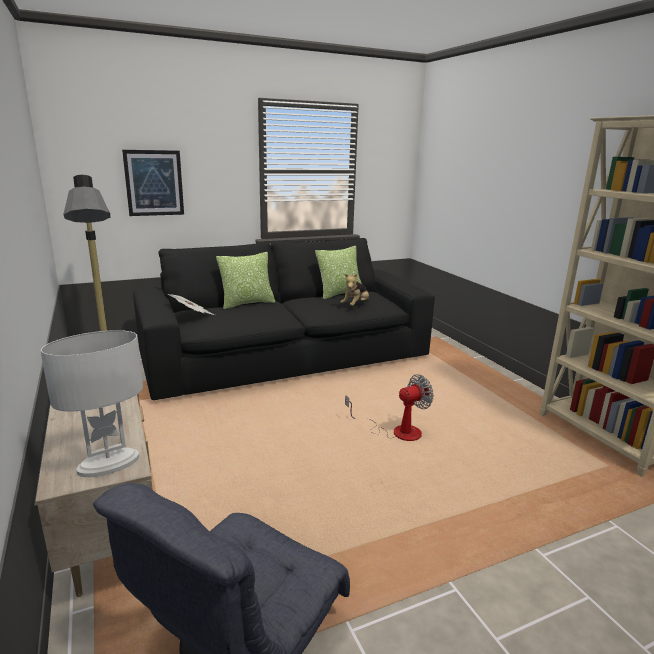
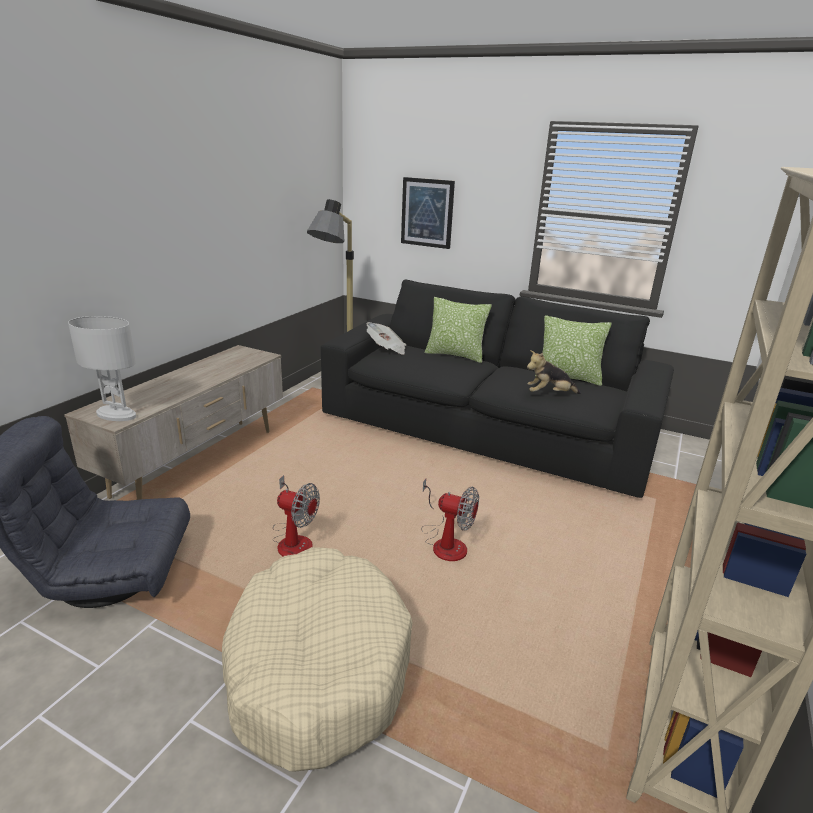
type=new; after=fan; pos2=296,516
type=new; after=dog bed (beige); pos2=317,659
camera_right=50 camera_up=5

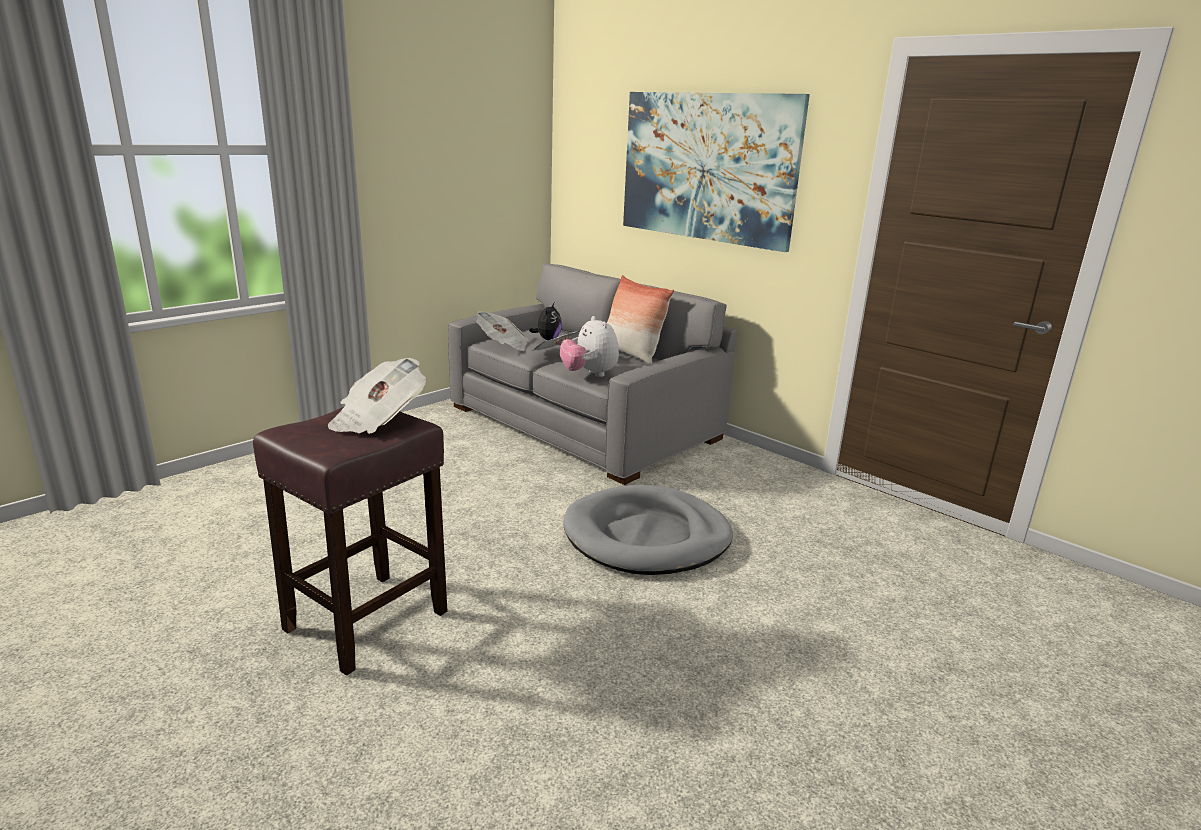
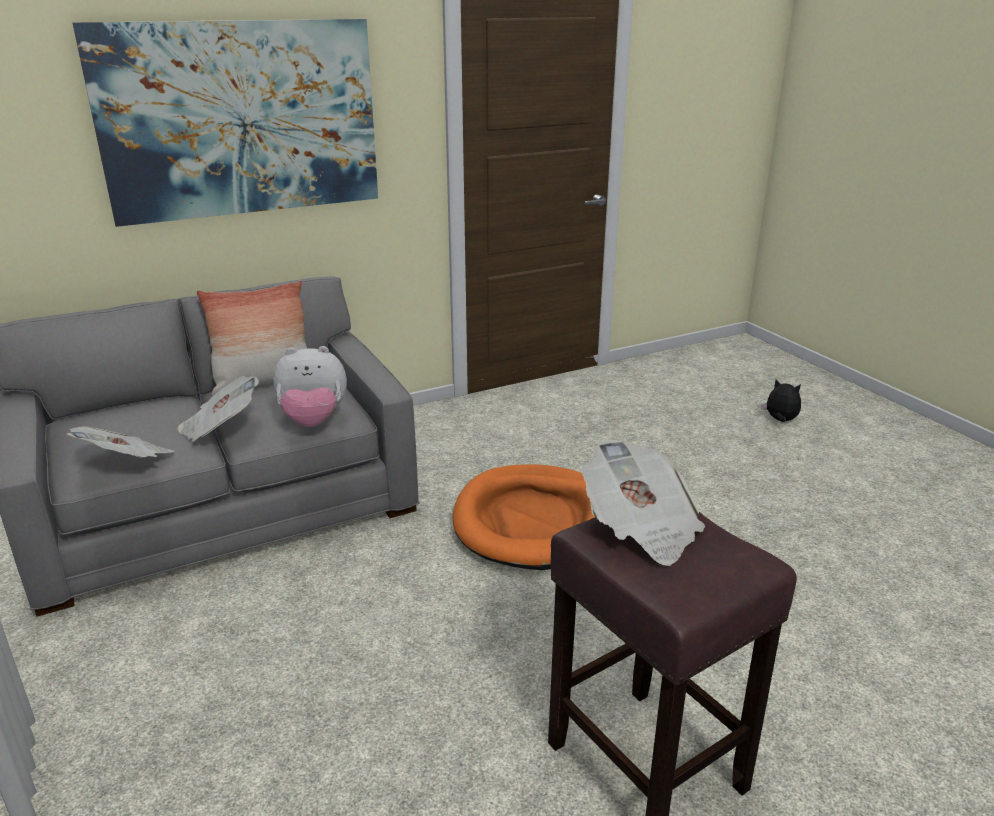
type=shifted; before=plush toy; pos1=545,321; pos2=781,400
type=repainted; before=dog bed (grey); after=dog bed (orange); pos1=648,530; pos2=524,517
camera_right=-70 camera_up=5

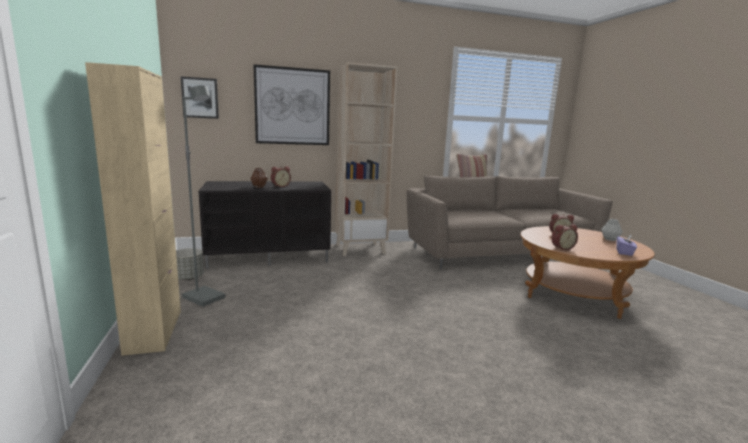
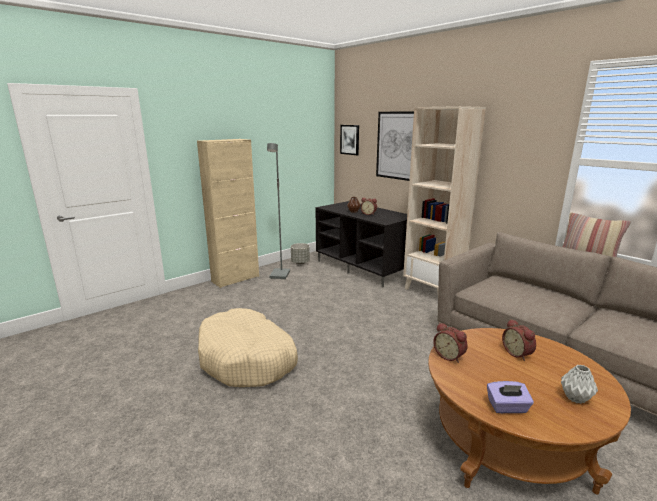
type=new; after=dog bed (beige); pos2=248,347
camera_right=65 camera_up=5

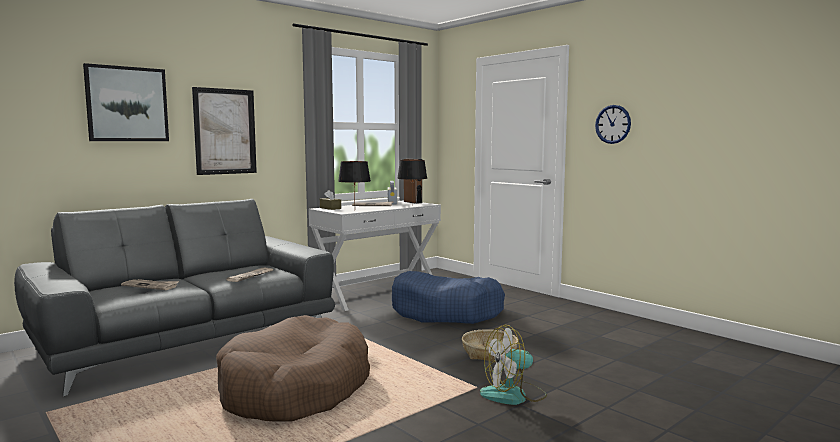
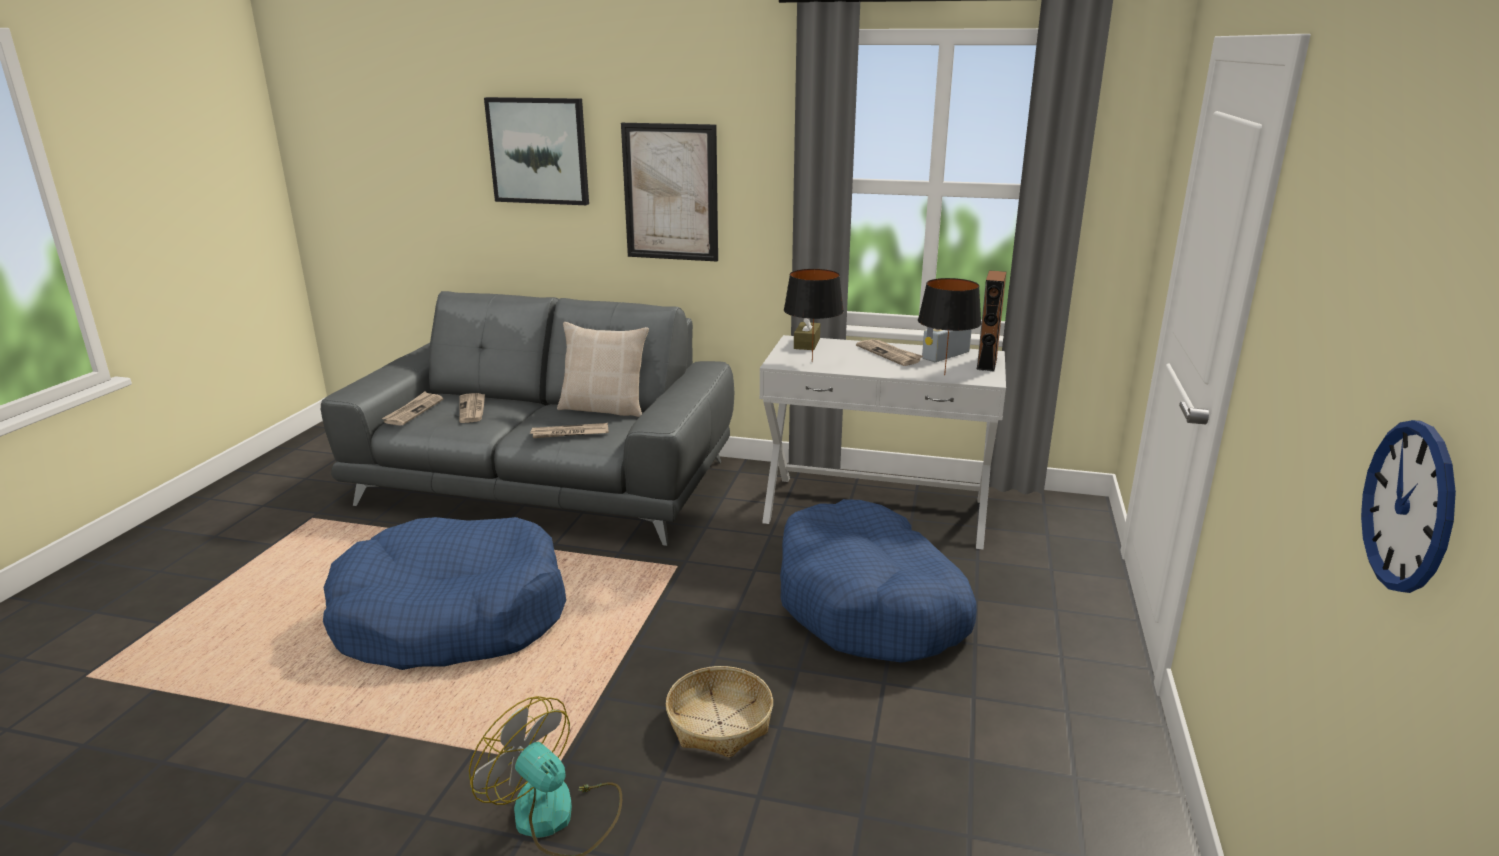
type=shifted; before=wall clock; pos1=613,124; pos2=1408,506
type=repainted; before=dog bed (brown); after=dog bed (blue); pos1=293,368; pos2=444,593
type=new; after=pillow (beige); pos2=603,369
type=new; after=newspaper; pos2=412,409
camera_right=55 camera_up=15

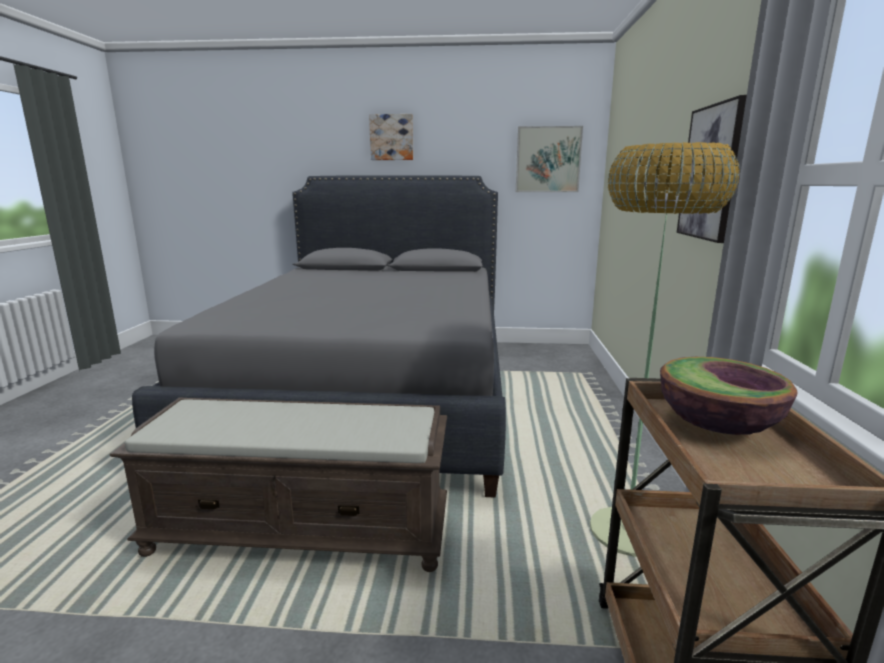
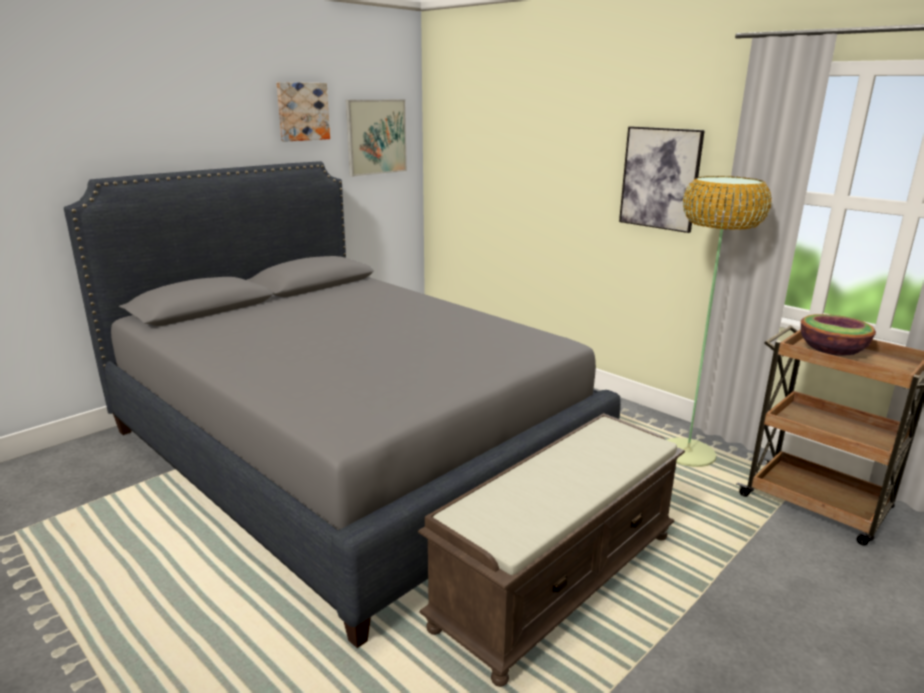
type=shifted; before=picture; pos1=391,137; pos2=303,112
camera_right=-50 camera_up=5

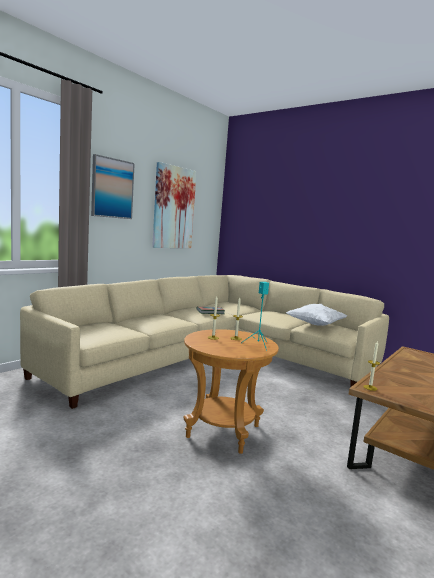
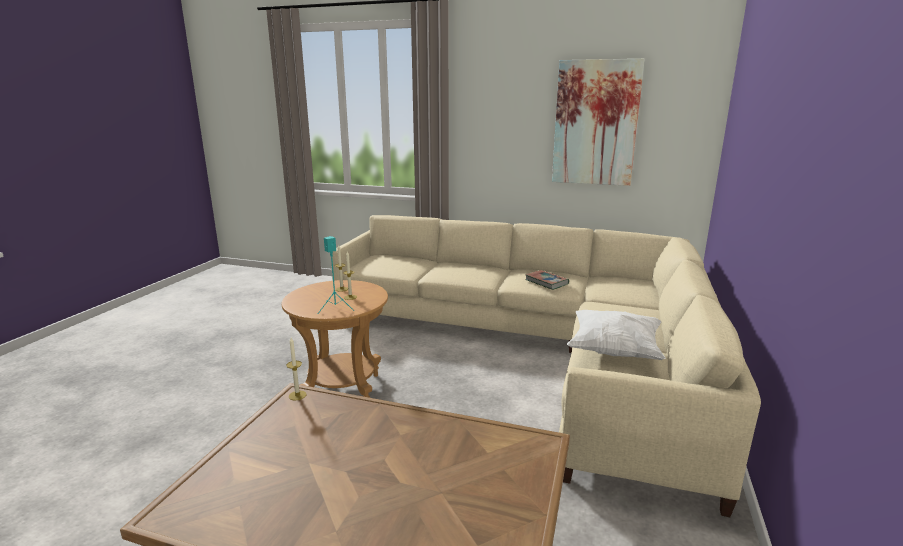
type=gone; before=picture; pos1=113,186
camera_right=70 camera_up=10

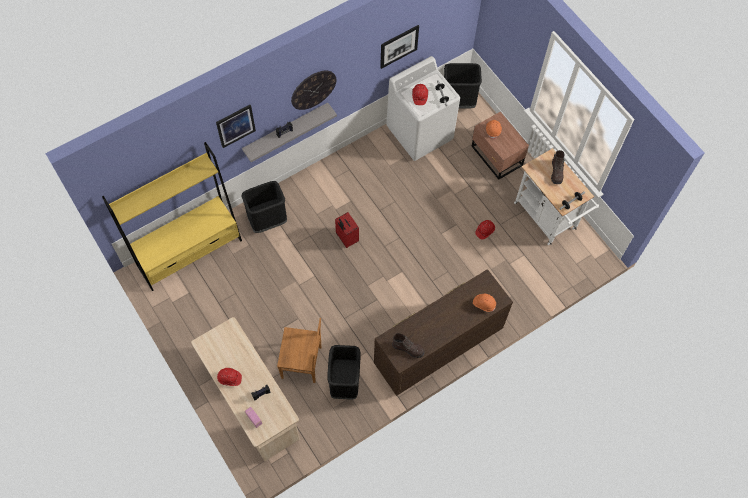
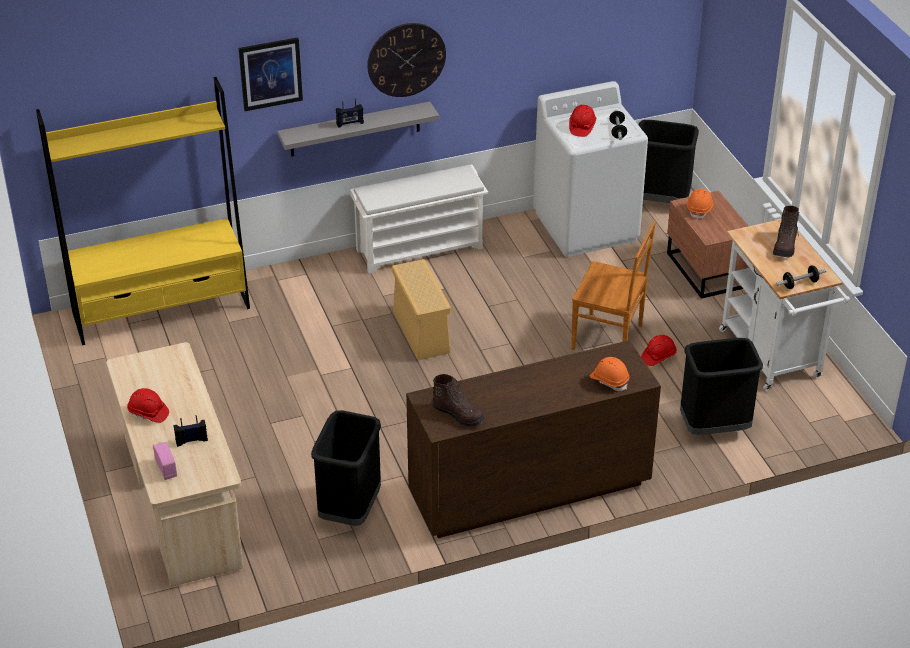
type=gone; before=picture; pos1=399,47
type=shifted; before=trash can (black); pos1=264,207; pos2=721,386
type=swapped; before=suitcase (red); after=storage box (beige); pos1=347,230; pos2=421,309
type=shifted; before=chair (brown); pos1=299,350; pos2=613,285
type=new; after=shoe rack (white); pos2=419,219
camera_right=15 camera_up=-25

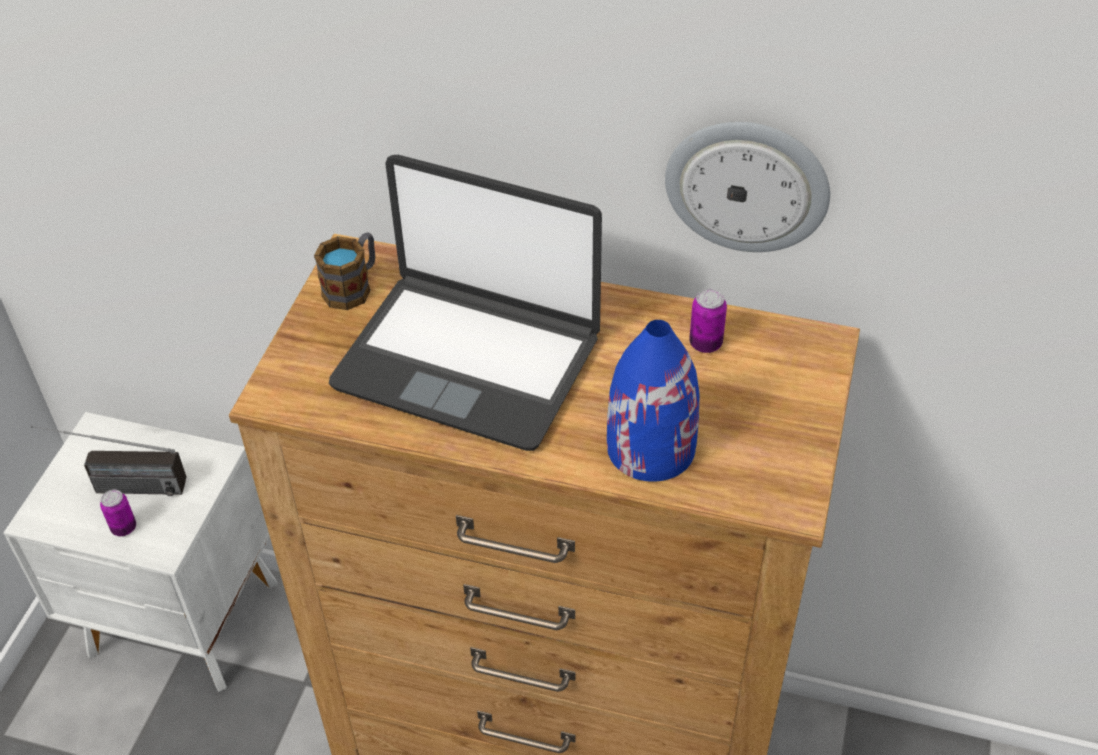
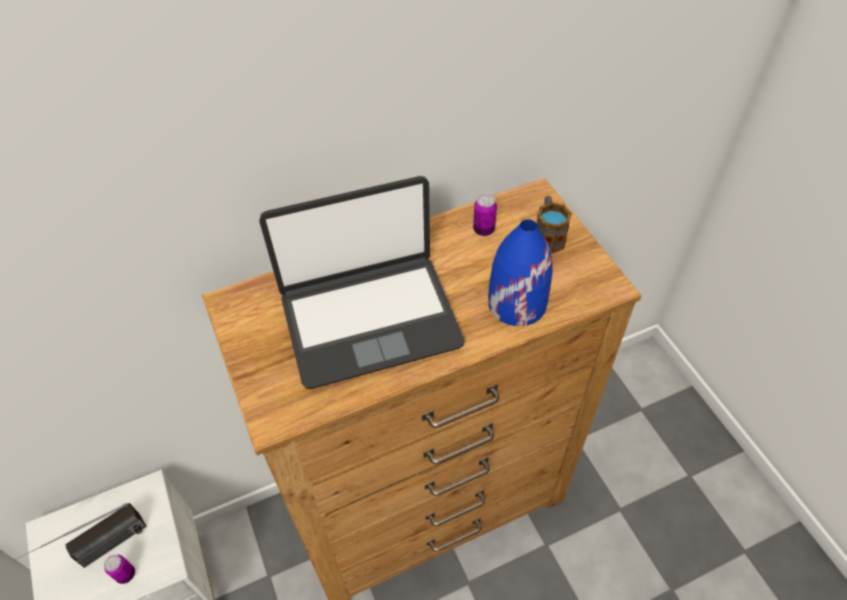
type=gone; before=wall clock; pos1=747,187
type=shifted; before=mug; pos1=344,271; pos2=554,224
camera_right=-40 camera_up=5

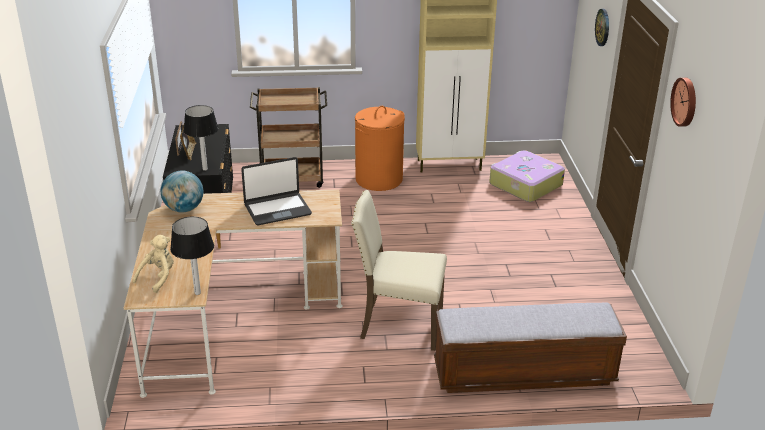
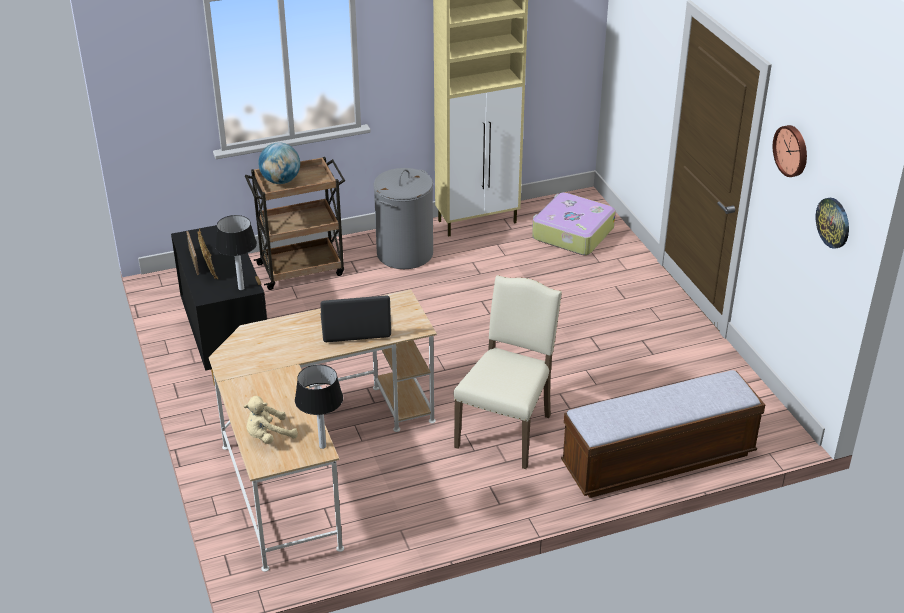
type=shifted; before=wall clock; pos1=602,27; pos2=832,223
type=repainted; before=laundry basket (orange); after=laundry basket (grey); pos1=380,148; pos2=403,218
type=rotated; before=laptop; pos1=276,191; pos2=355,318; turn=-150
type=shifted; before=globe; pos1=182,191; pos2=279,163
type=rotated; before=chair (beige); pos1=399,270; pos2=508,372; turn=120
type=rotated; before=plush toy (beige); pos1=153,264; pos2=271,420; turn=-135
camera_right=-15 camera_up=5

